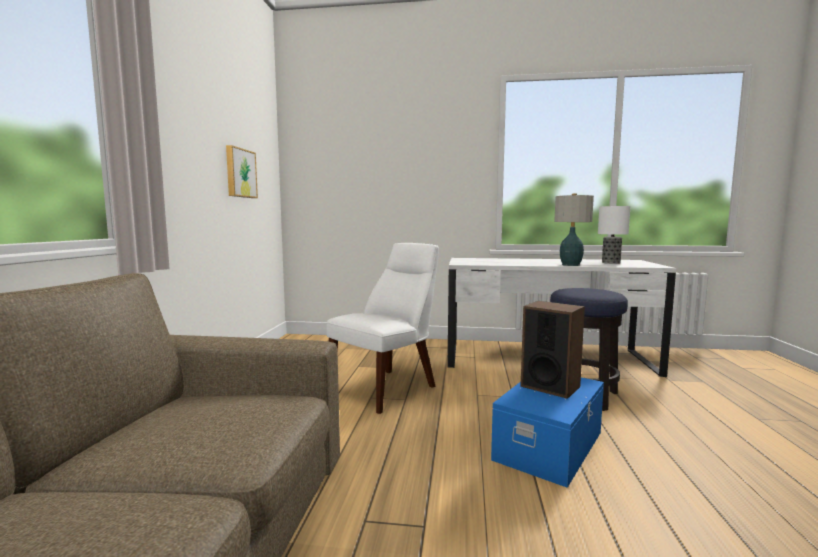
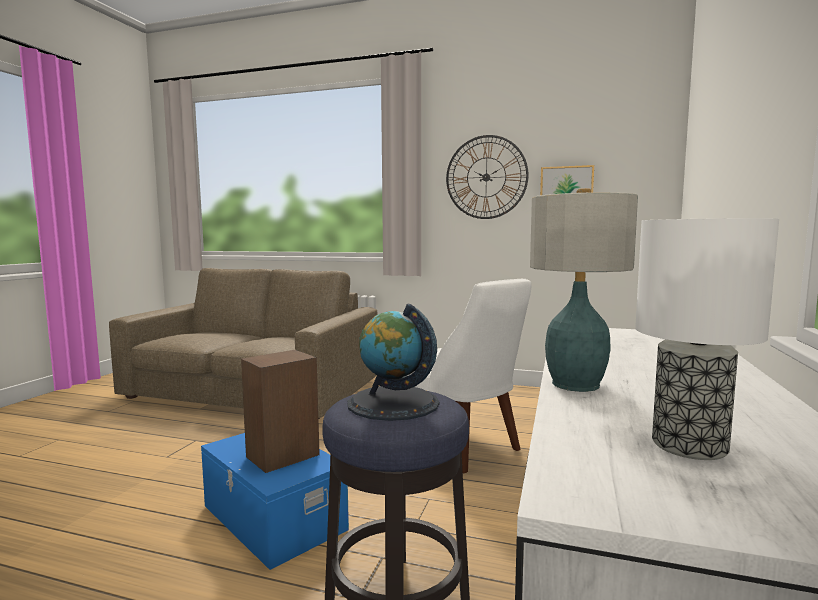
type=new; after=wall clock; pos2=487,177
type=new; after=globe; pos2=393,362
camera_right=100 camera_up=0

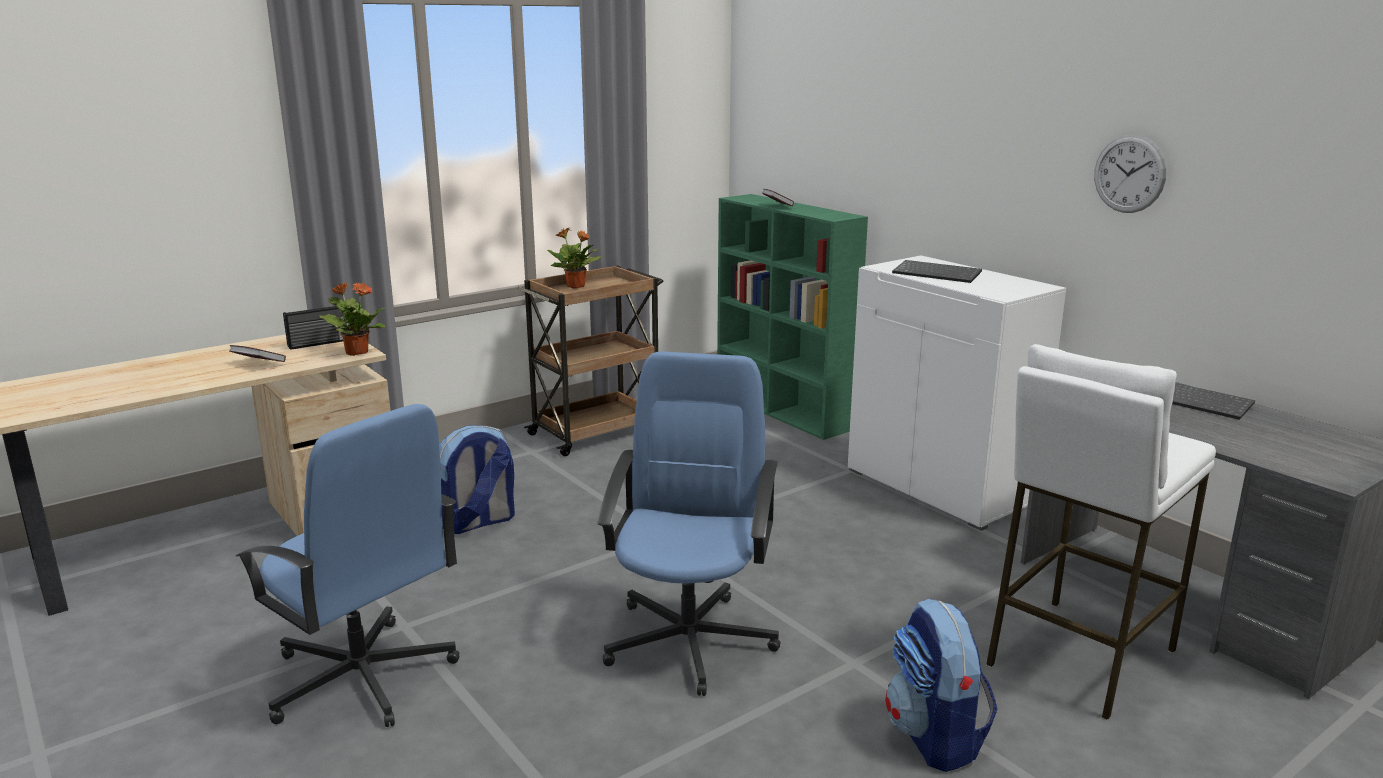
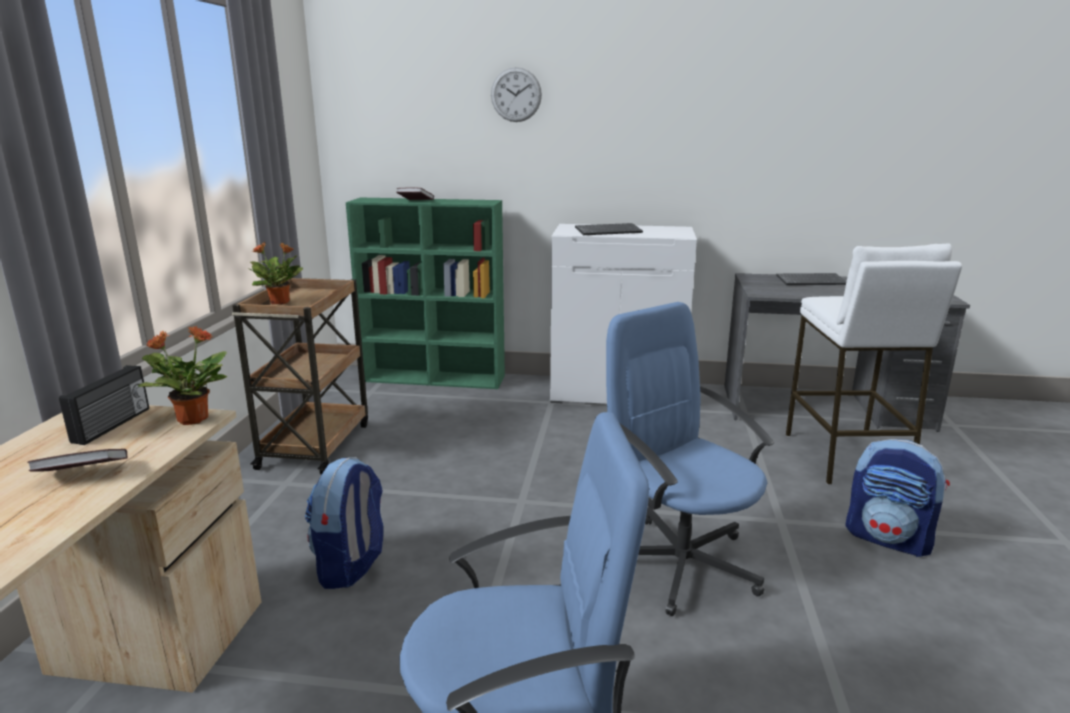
type=shifted; before=wall clock; pos1=1130,174; pos2=516,94
camera_right=-45 camera_up=0

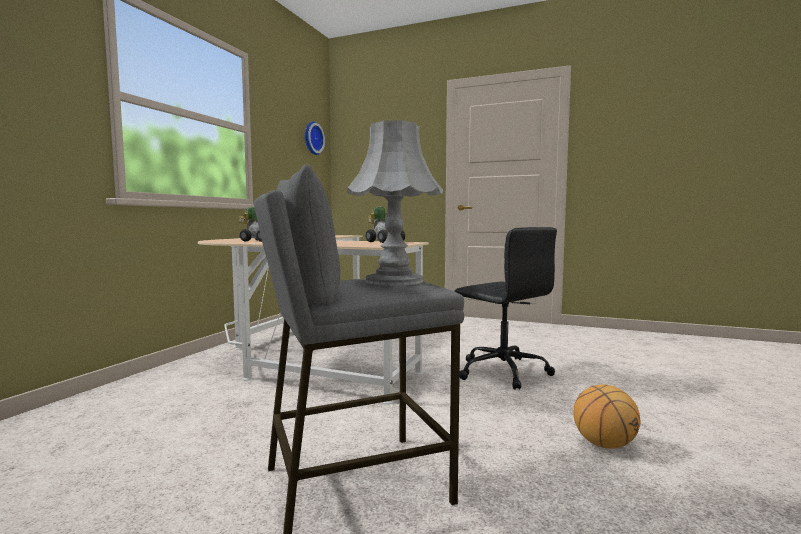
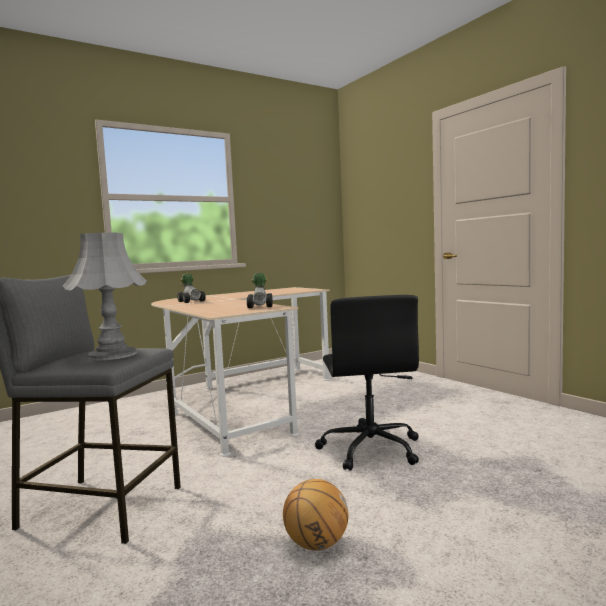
type=gone; before=wall clock; pos1=314,138
camera_right=35 camera_up=0

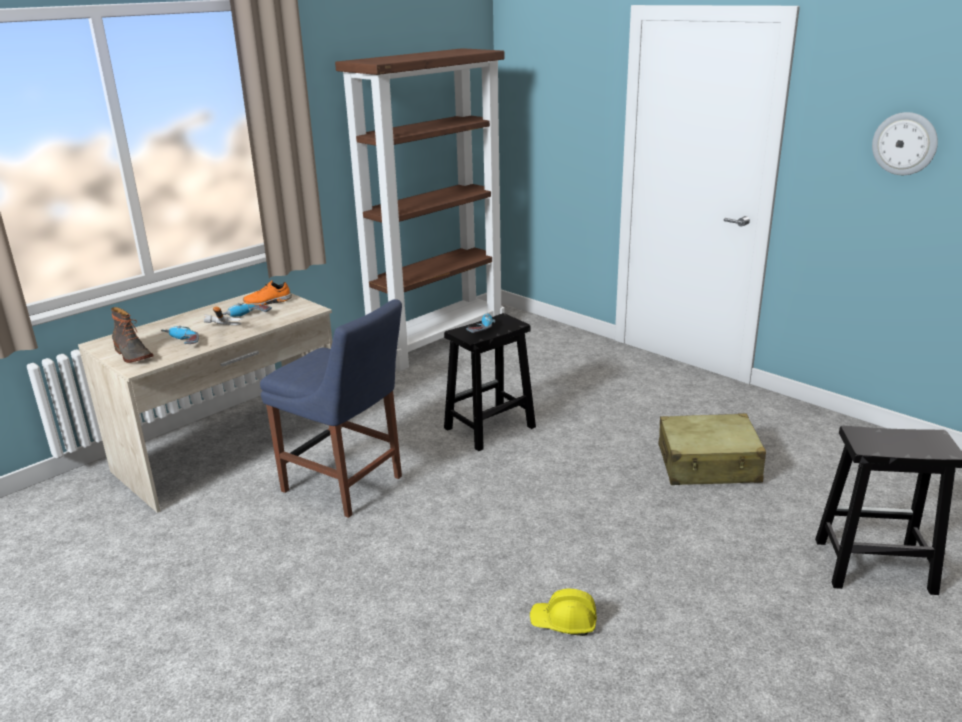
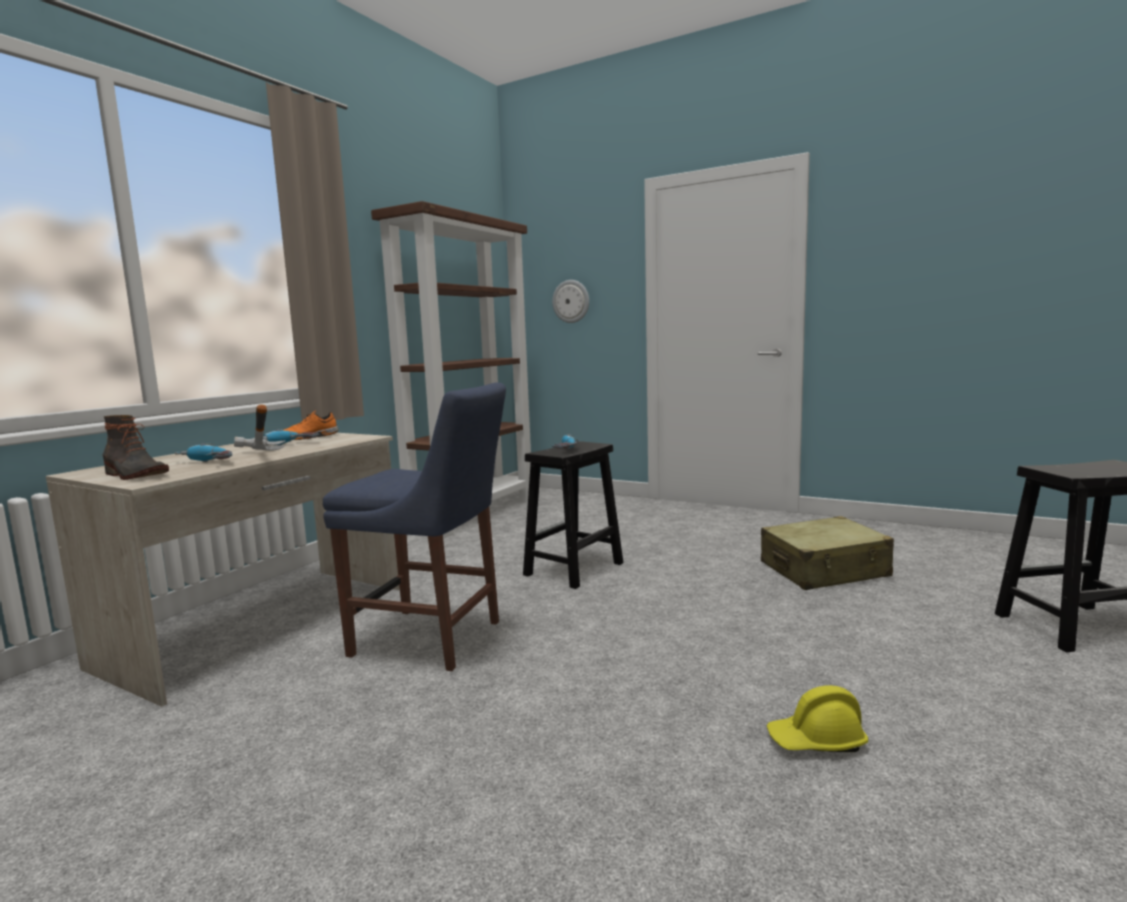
type=shifted; before=wall clock; pos1=905,143; pos2=570,301
camera_right=-15 camera_up=-15

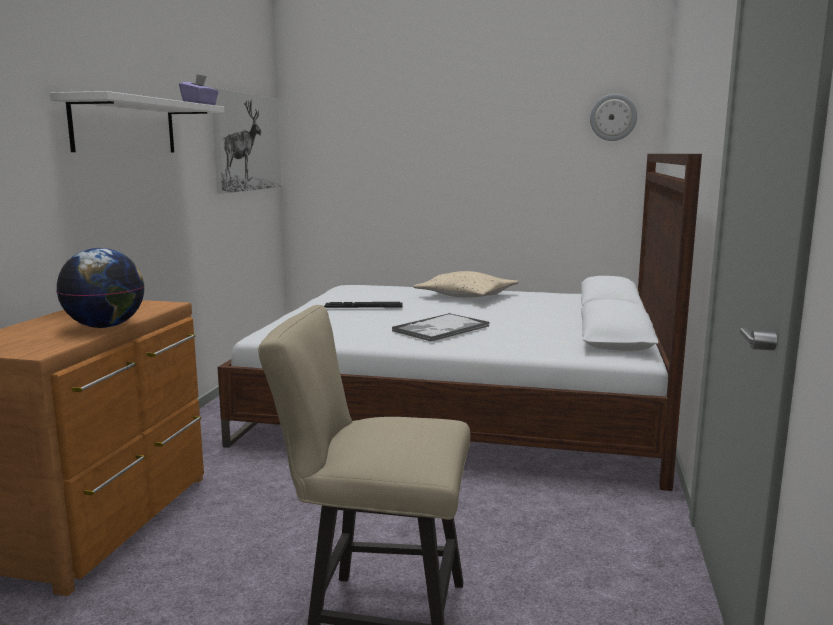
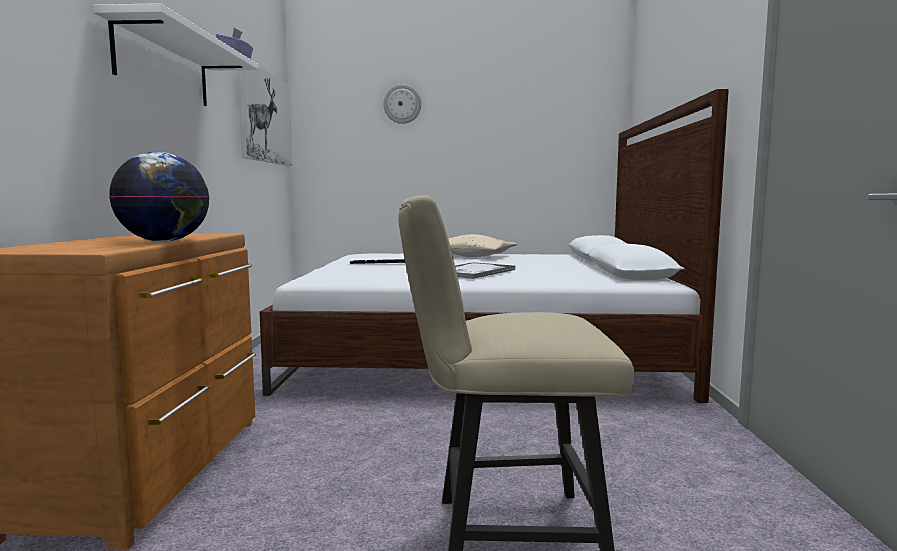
type=shifted; before=wall clock; pos1=613,117; pos2=402,104
camera_right=-10 camera_up=-5

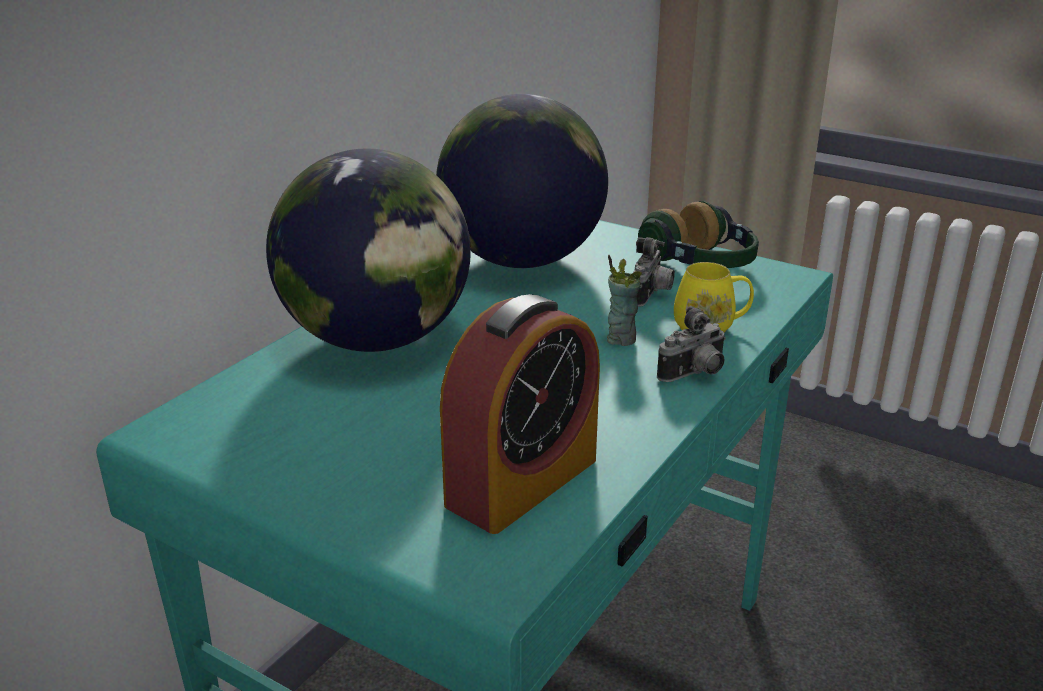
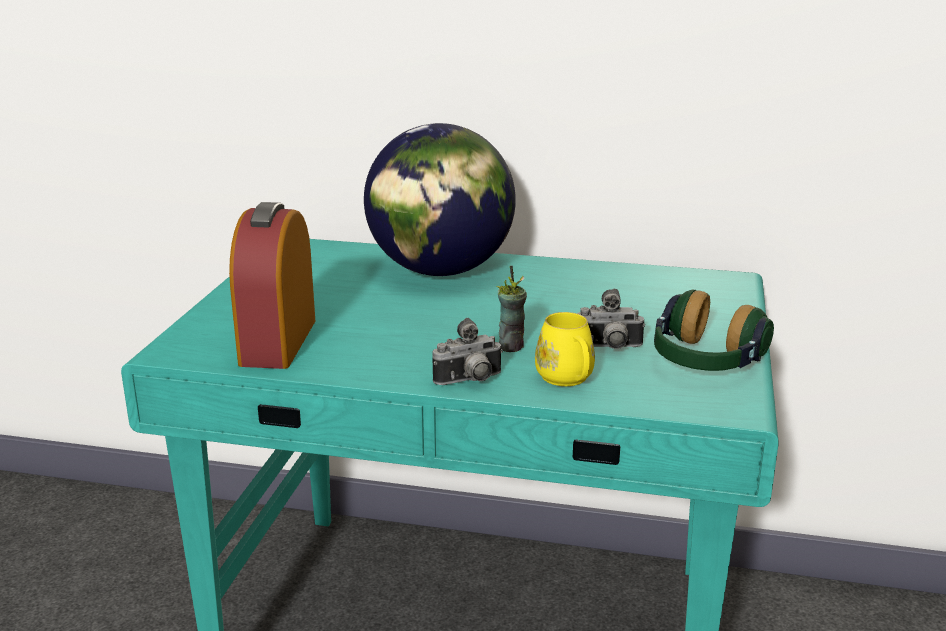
type=gone; before=globe; pos1=522,181
type=rotated; before=alarm clock; pos1=520,414; pos2=272,285; turn=75
type=rotated; before=photo camera; pos1=691,344; pos2=467,351; turn=-60
camera_right=70 camera_up=-5

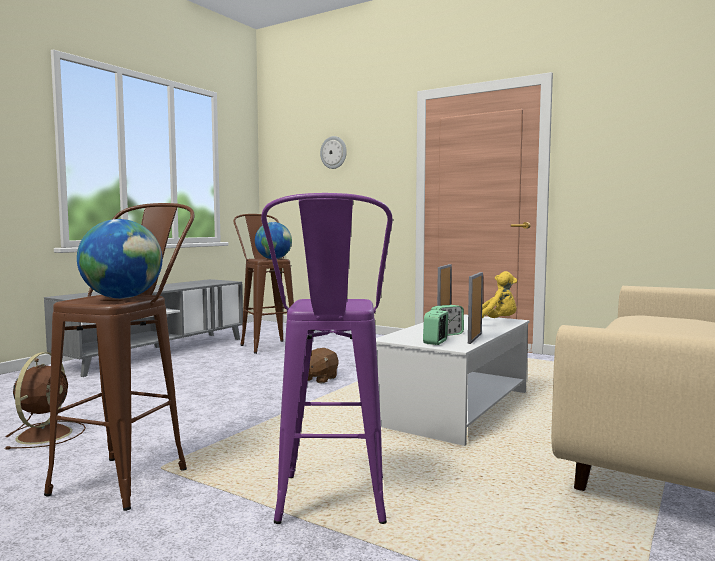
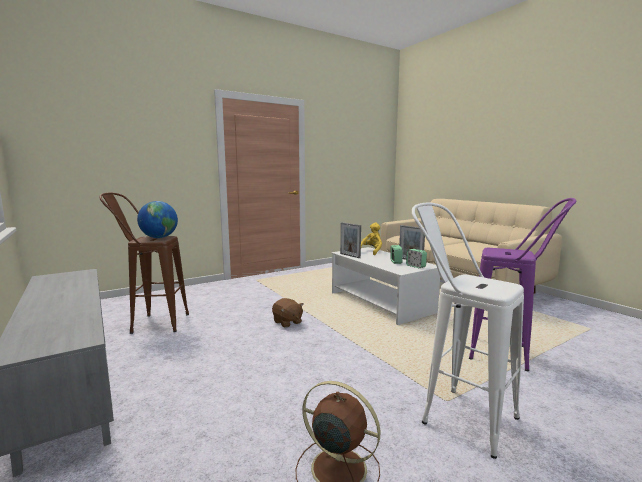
type=gone; before=wall clock; pos1=333,152
type=repainted; before=stool (brown); after=stool (white); pos1=119,357; pos2=468,331
type=gone; before=globe; pos1=119,259
camera_right=-65 camera_up=5

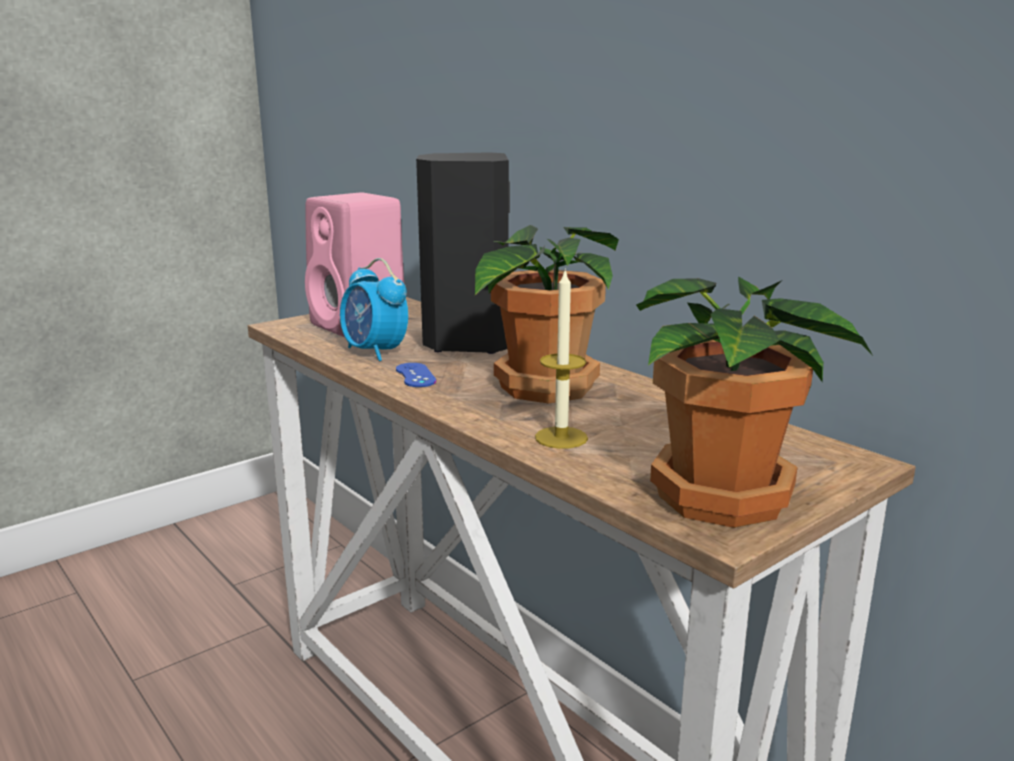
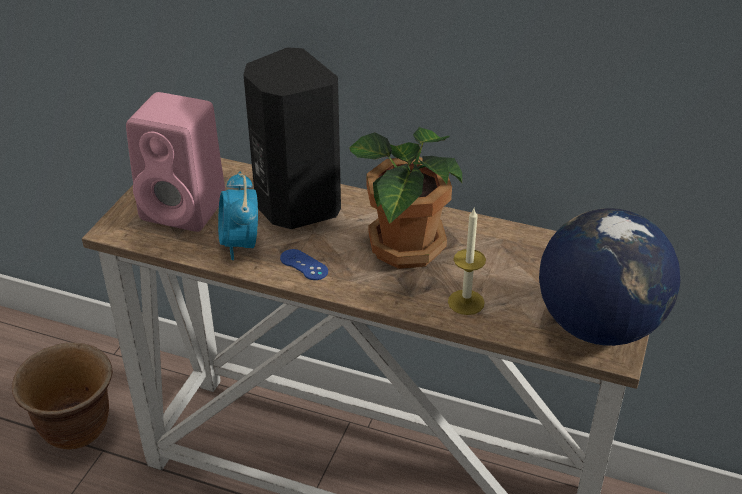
type=rotated; before=alarm clock; pos1=374,309; pos2=238,215; turn=60
type=swapped; before=potted plant; after=globe; pos1=755,402; pos2=609,277
type=new; after=planter (brown); pos2=62,396
camera_right=-30 camera_up=20

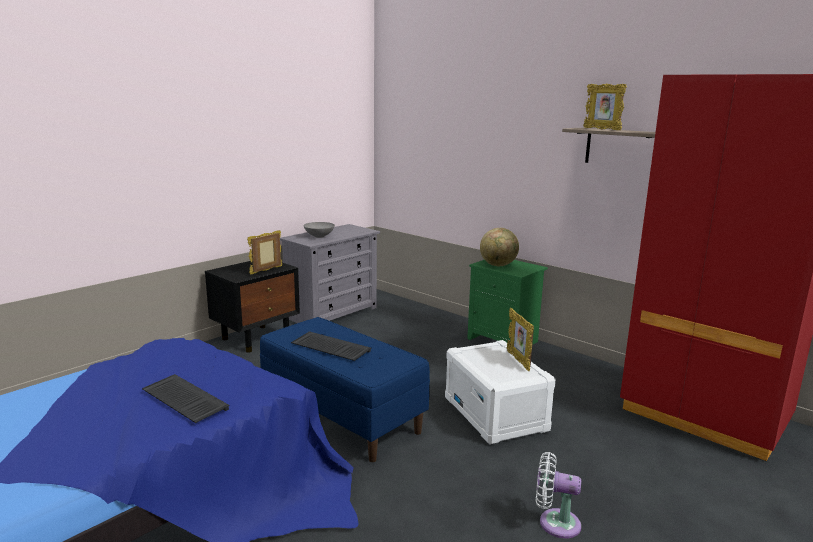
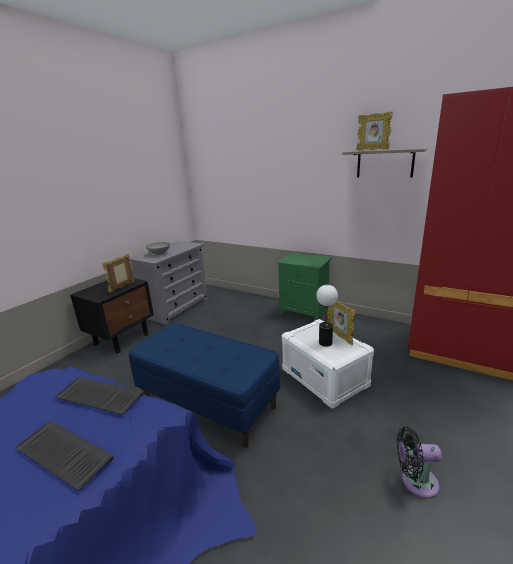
type=gone; before=globe; pos1=499,247
type=shifted; before=keyboard; pos1=331,346; pos2=99,396
type=repainted; before=fan (white); after=fan (black); pos1=558,495; pos2=419,462
type=new; after=table lamp; pos2=327,316
camera_right=-10 camera_up=5

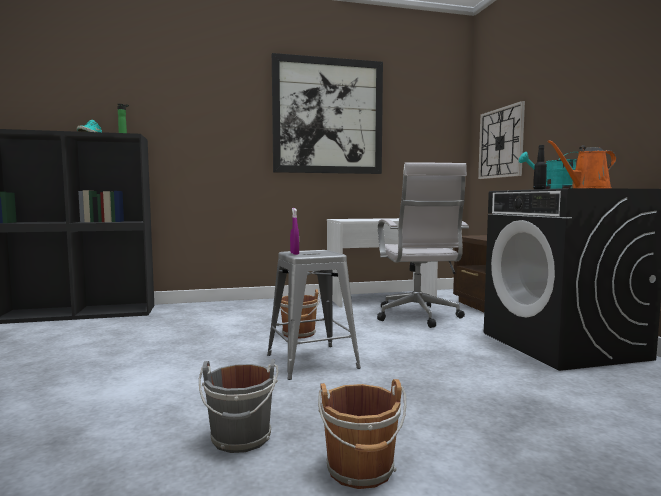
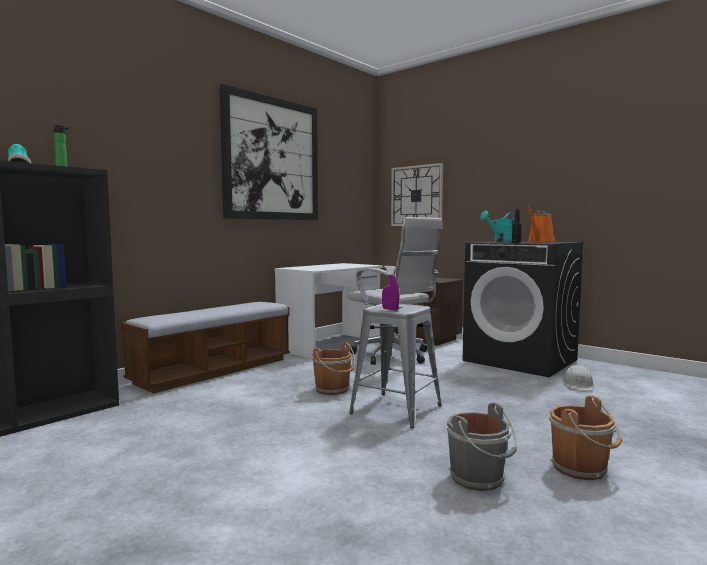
type=new; after=bench; pos2=205,347
type=new; after=hard hat (white); pos2=578,378
camera_right=-35 camera_up=0

